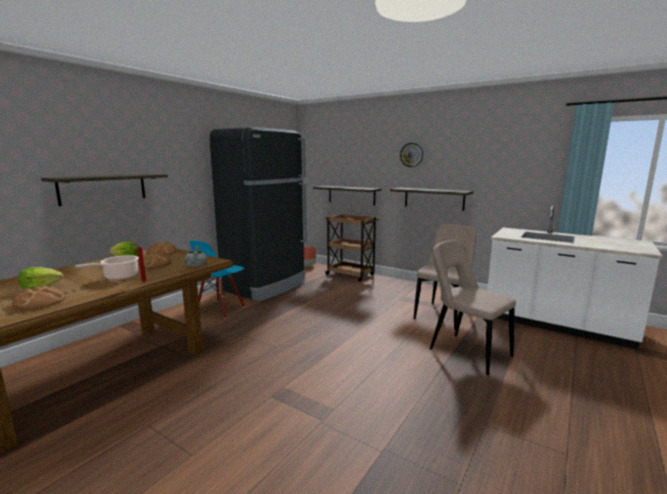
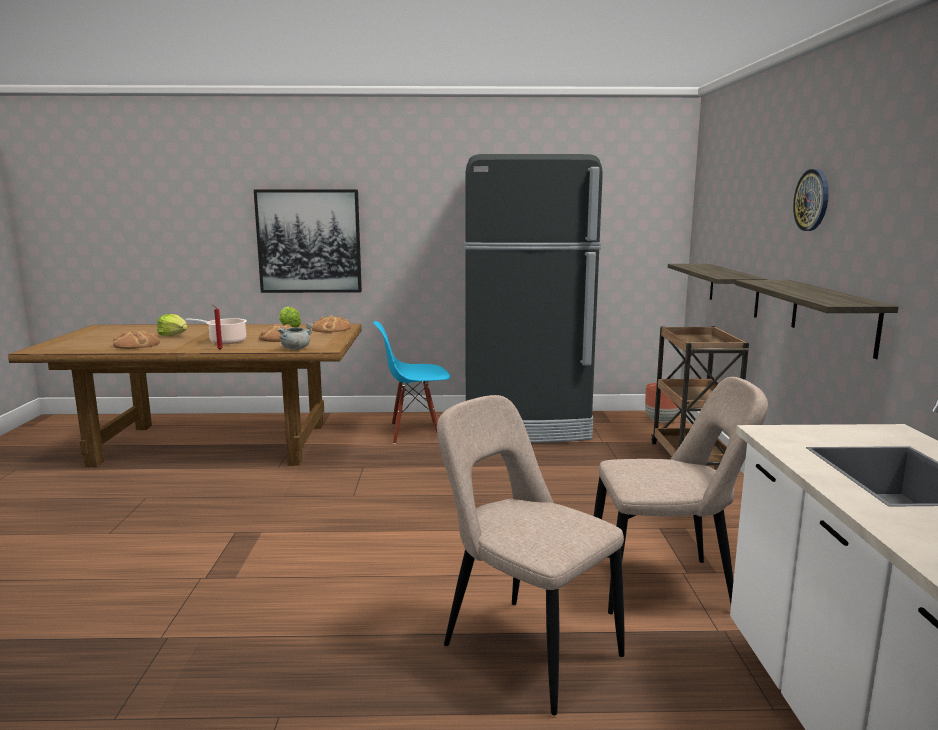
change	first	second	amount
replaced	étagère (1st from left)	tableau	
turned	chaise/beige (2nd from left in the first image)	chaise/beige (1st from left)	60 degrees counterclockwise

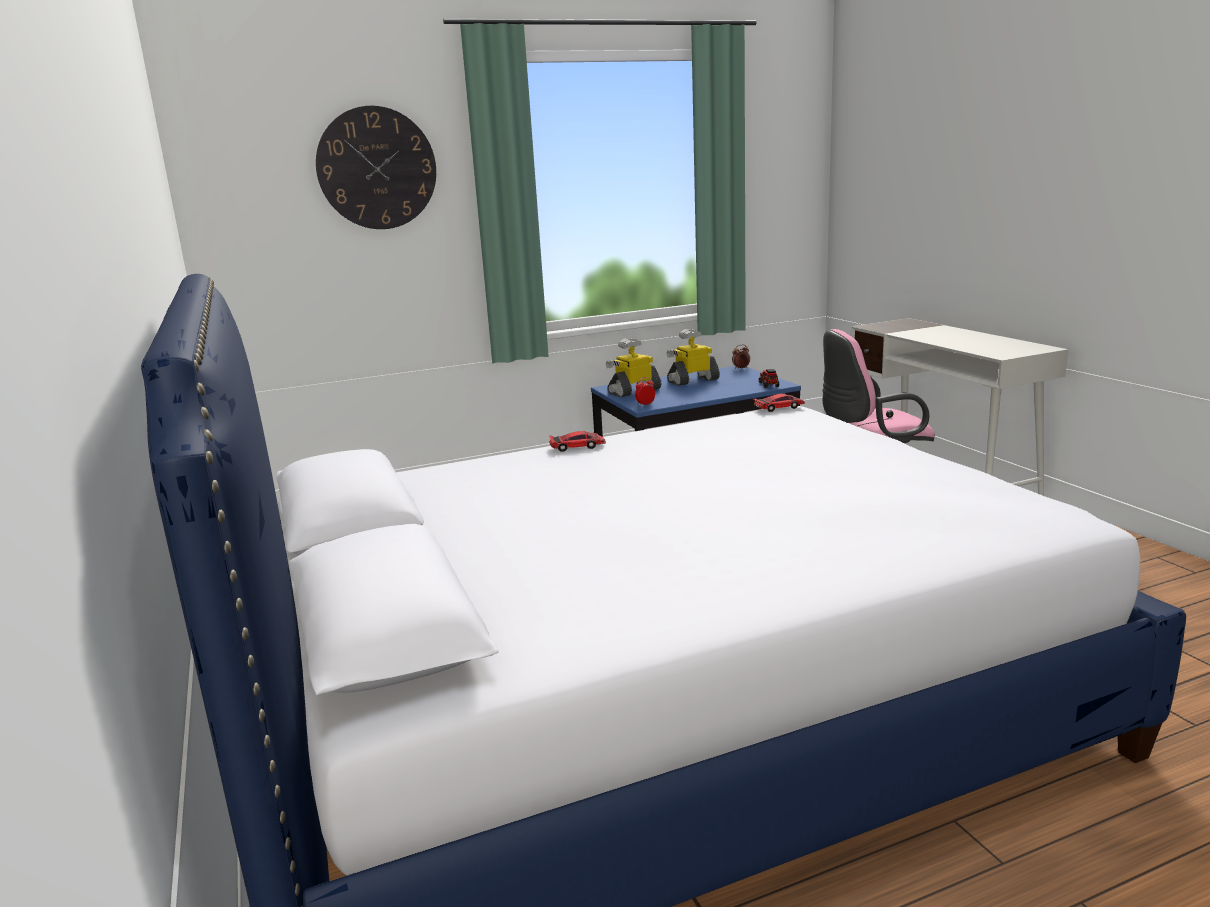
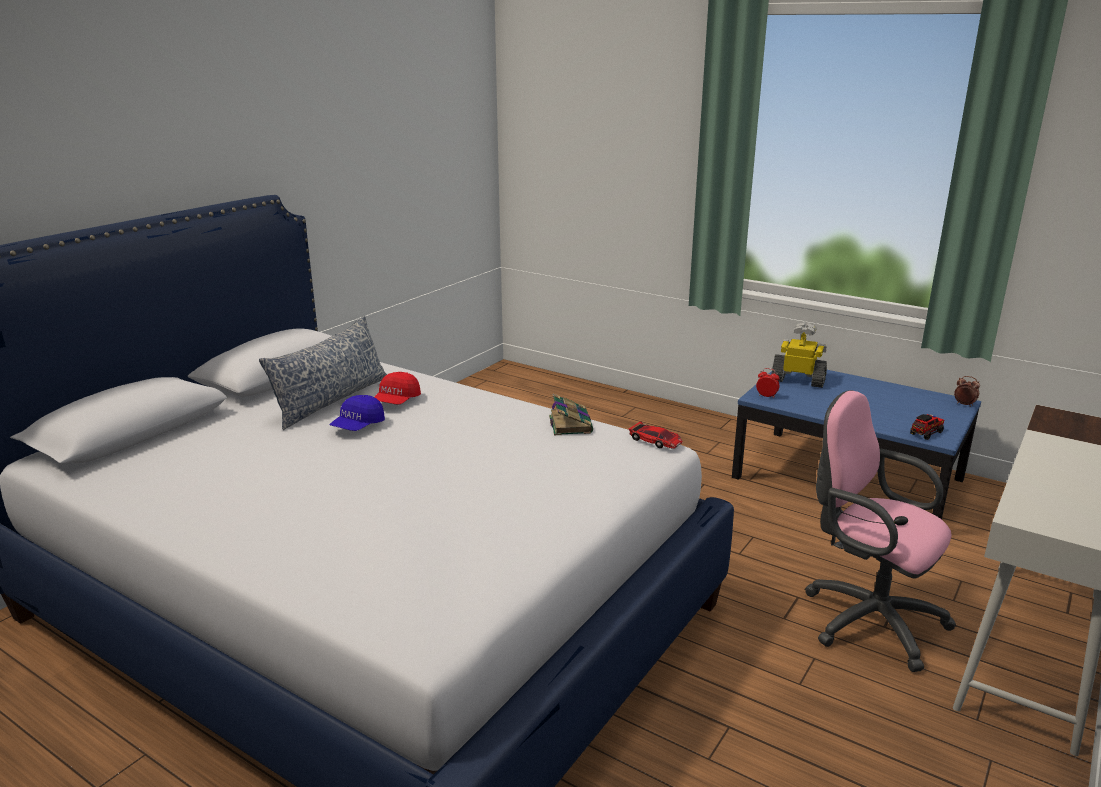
change	first	second	amount
removed	horloge murale		
removed	petite voiture (1st from left)		
removed	robot jouet (2nd from left)		
added		coussin	
added		casquette/bleu	
added		casquette/rouge	
added		livre	

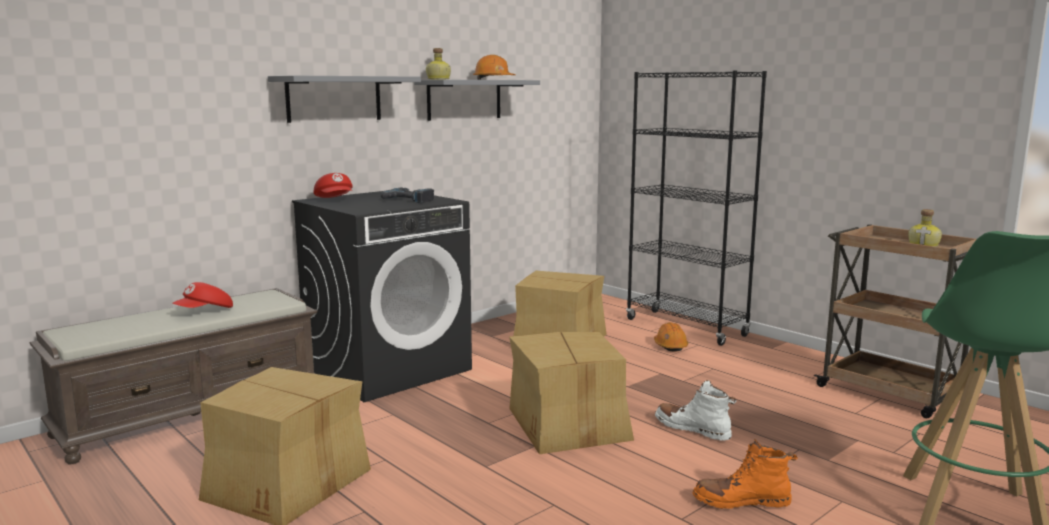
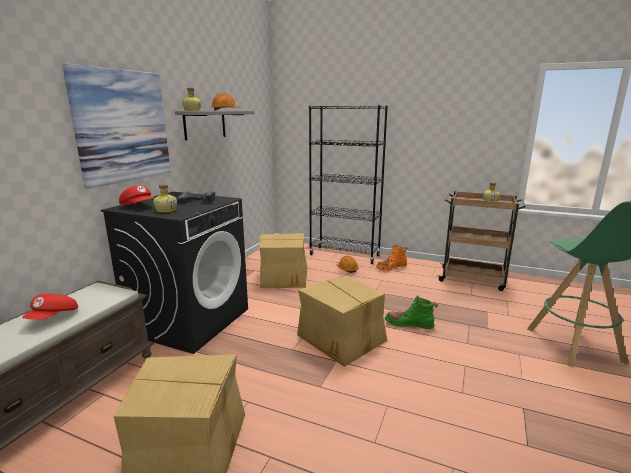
change	first	second	amount
added		bouteille (1st from left)	
moved	botte/orange		
replaced	étagère/gris (1st from left)	tableau	
recoloured	botte/blanc	botte/vert	

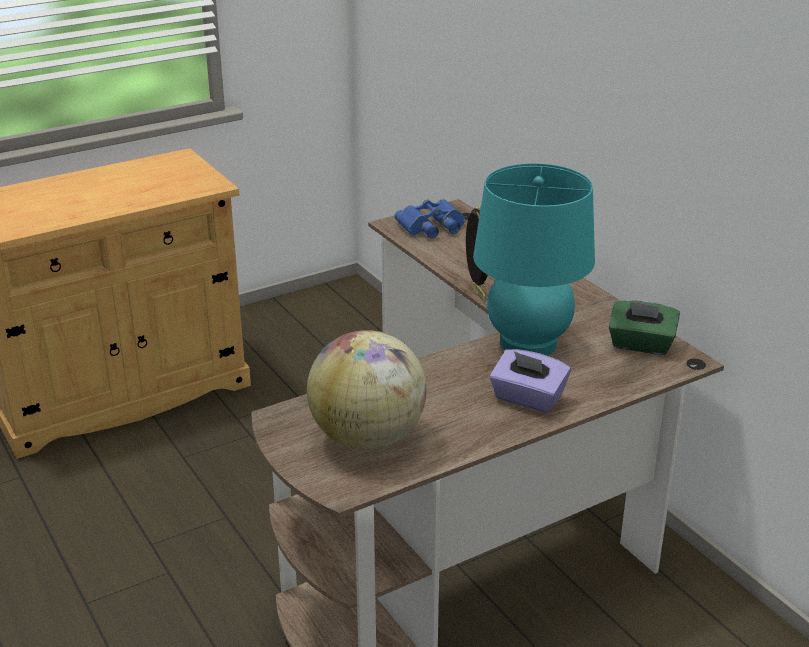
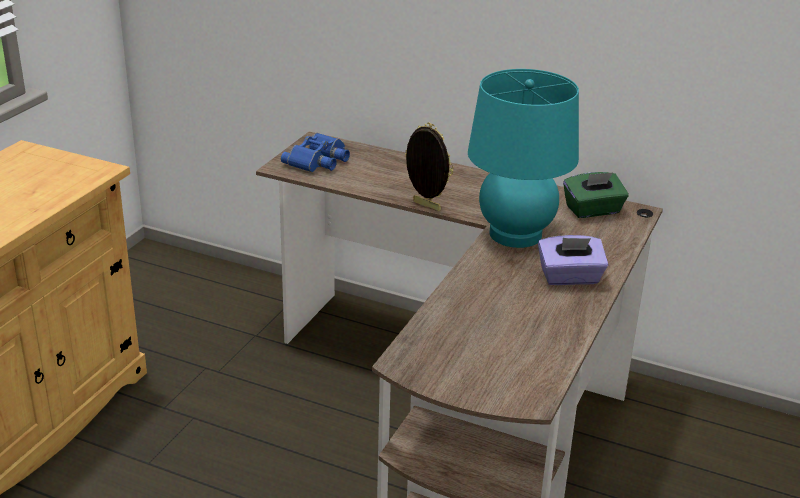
change	first	second	amount
removed	globe		

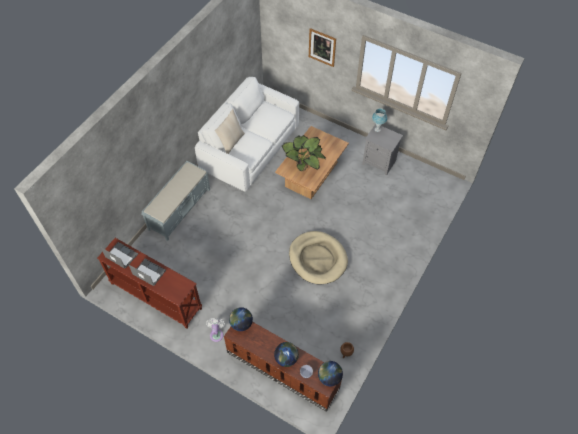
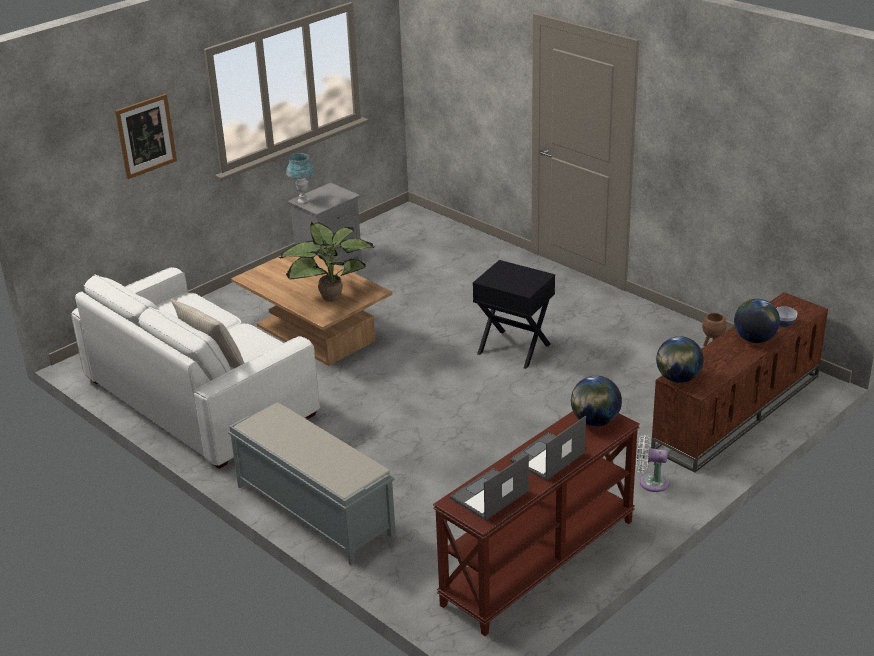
change	first	second	amount
moved	globe (3rd from left in the first image)	globe (1st from left)	
replaced	panier pour chien/beige	table d'appoint/noir	

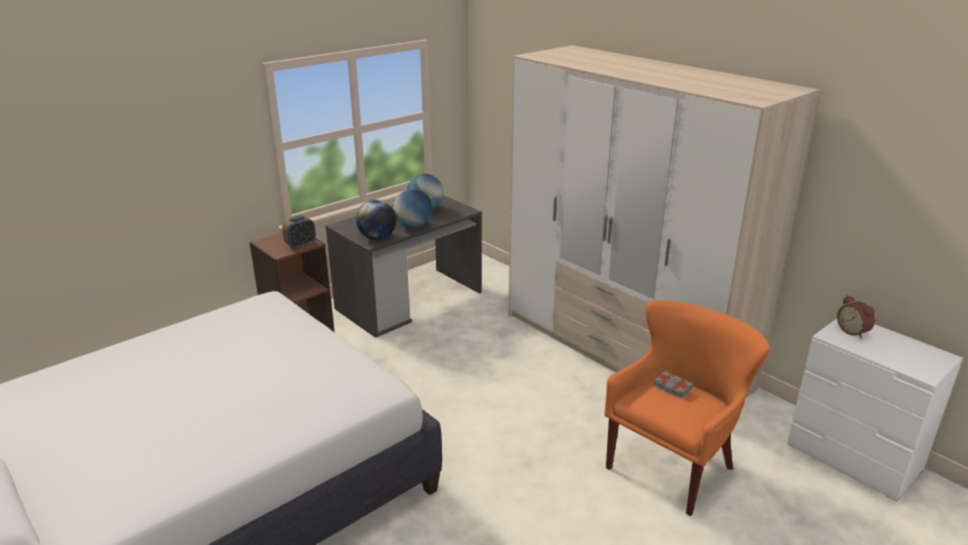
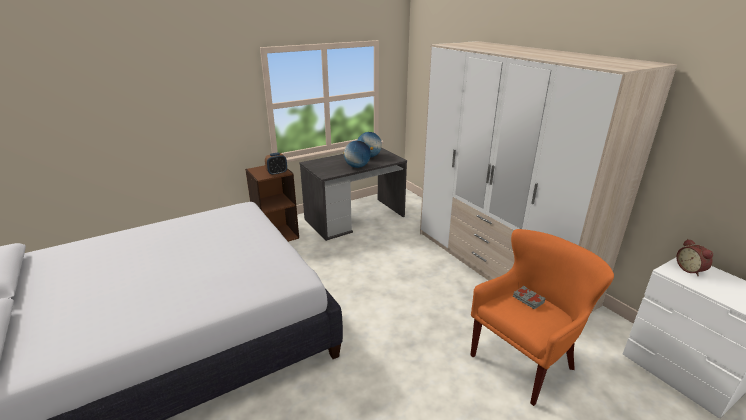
change	first	second	amount
removed	globe (1st from left)		

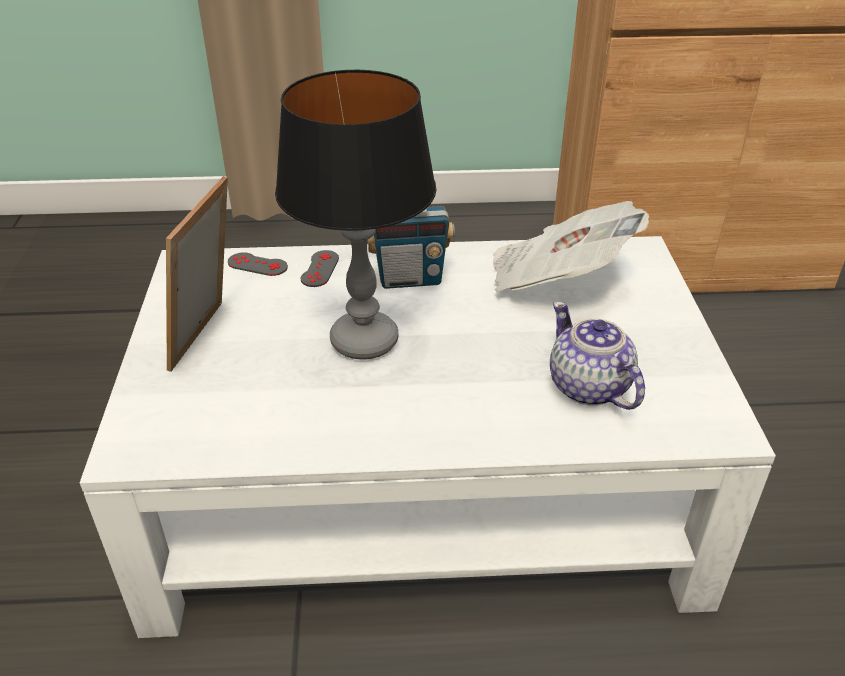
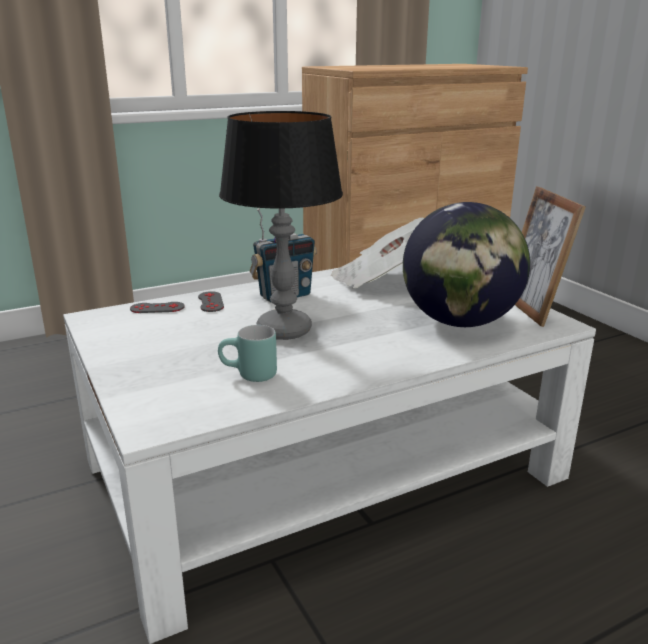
change	first	second	amount
added		mug/turquoise	
moved	cadre photo		
replaced	théière	globe	

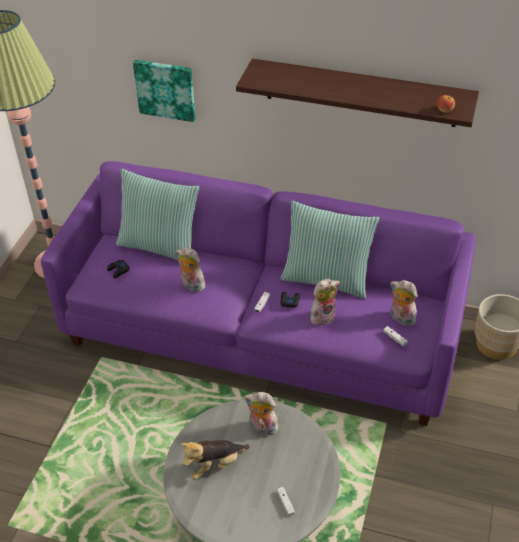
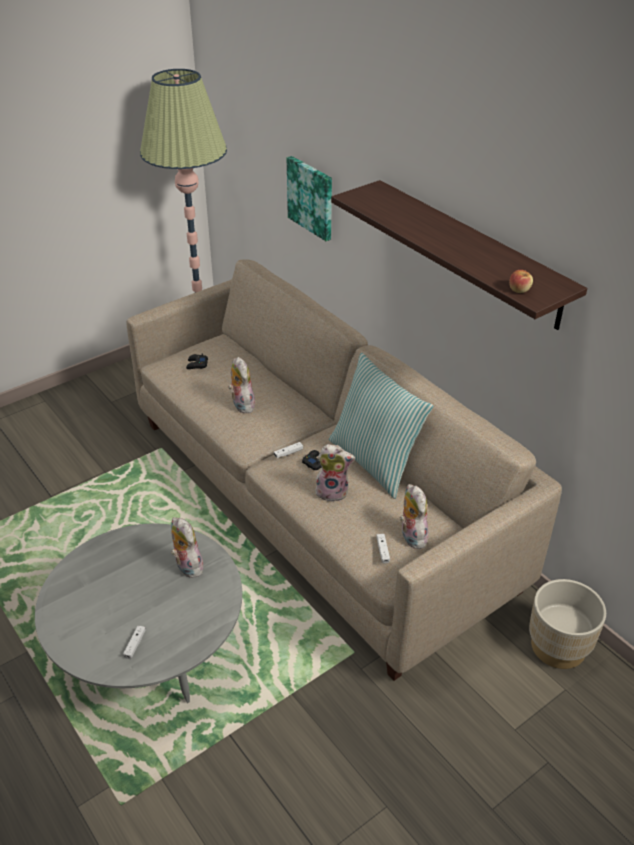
change	first	second	amount
removed	coussin (1st from left)		
removed	peluche (2nd from left)		
recoloured	canapé/violet	canapé/beige	

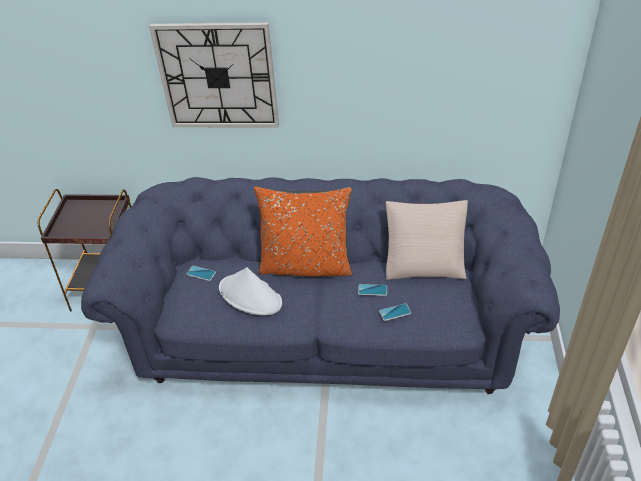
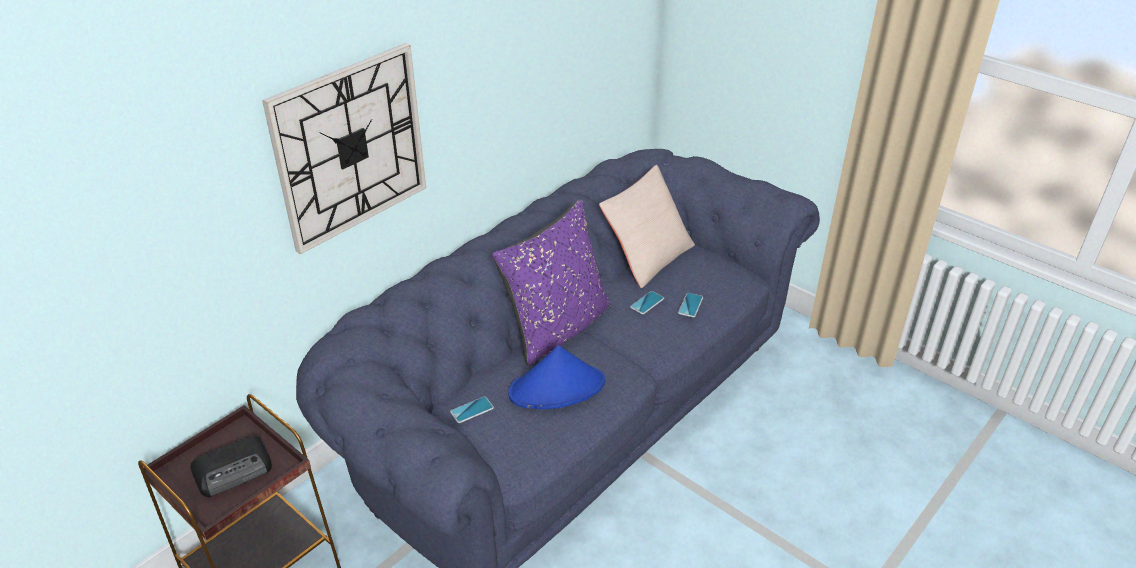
change	first	second	amount
added		radio	
recoloured	chapeau/blanc	chapeau/bleu	
recoloured	coussin/orange	coussin/violet	

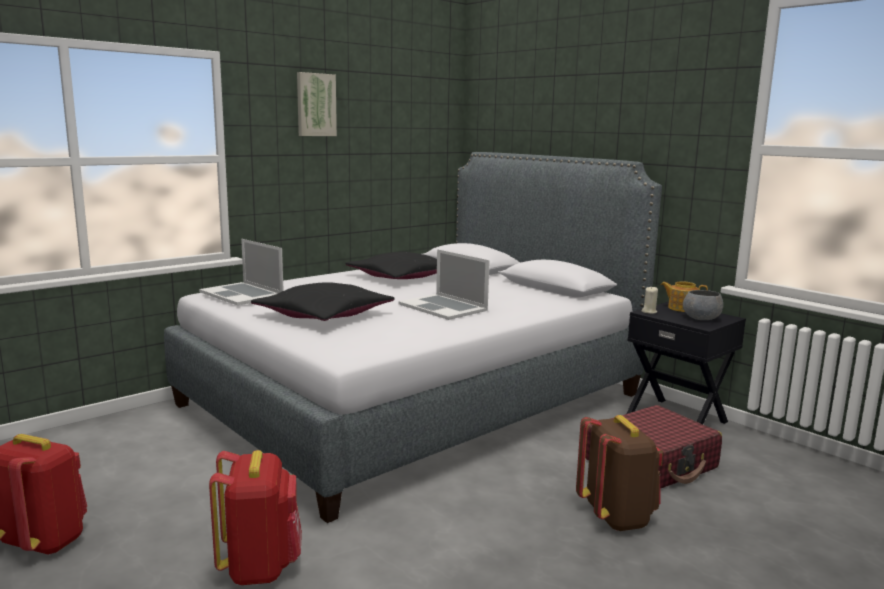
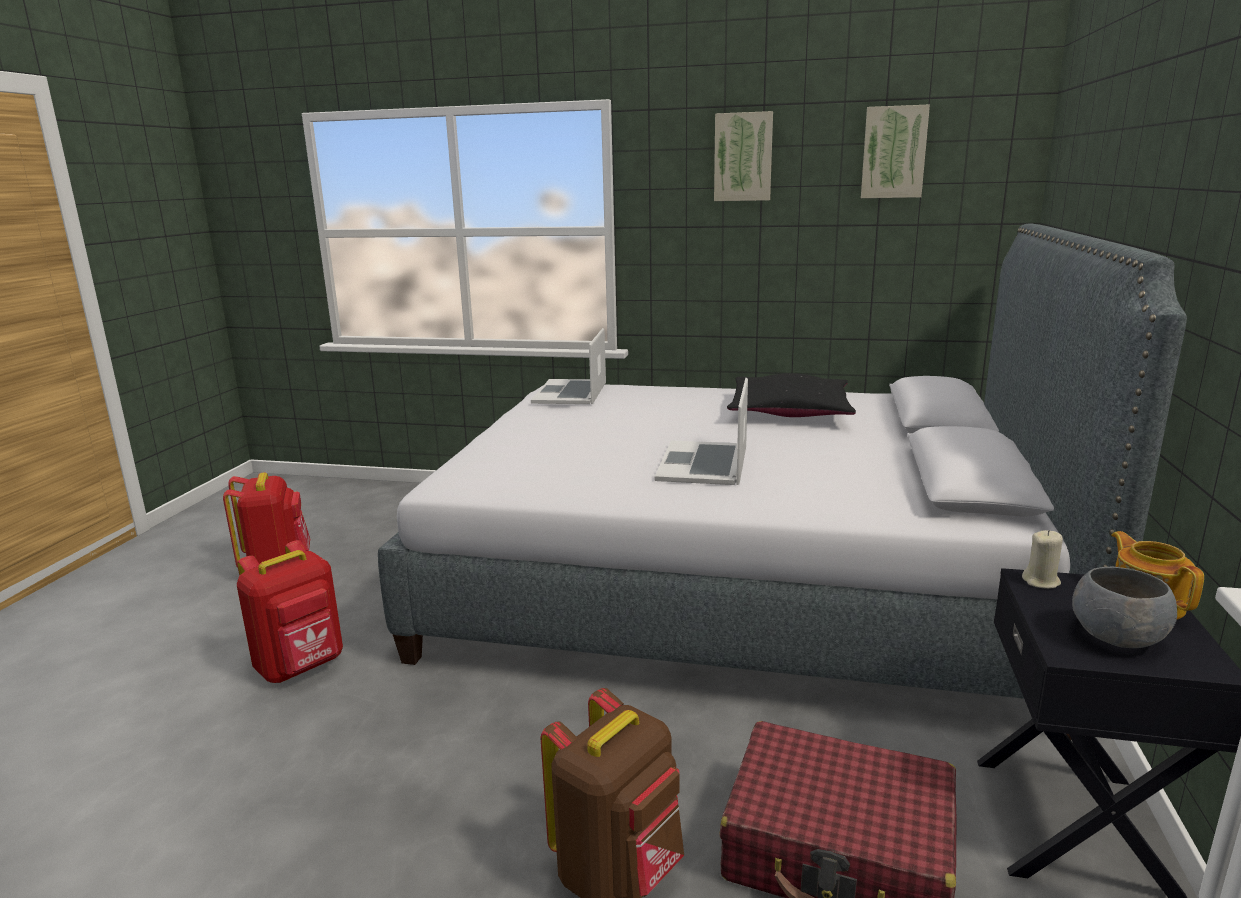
change	first	second	amount
removed	coussin/noir (1st from left)		
added		tableau (2nd from left)	

